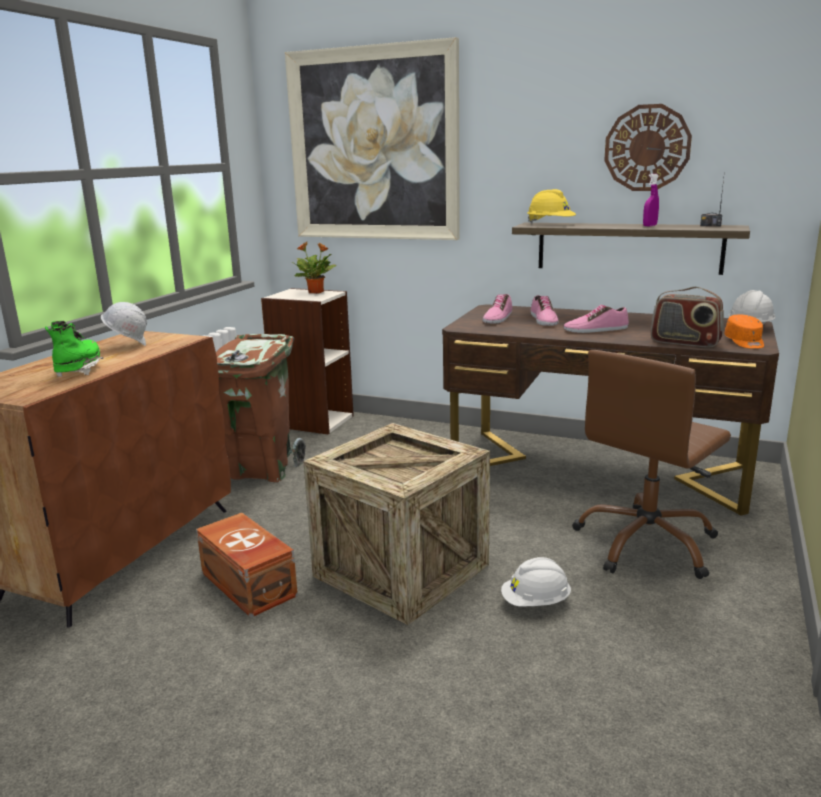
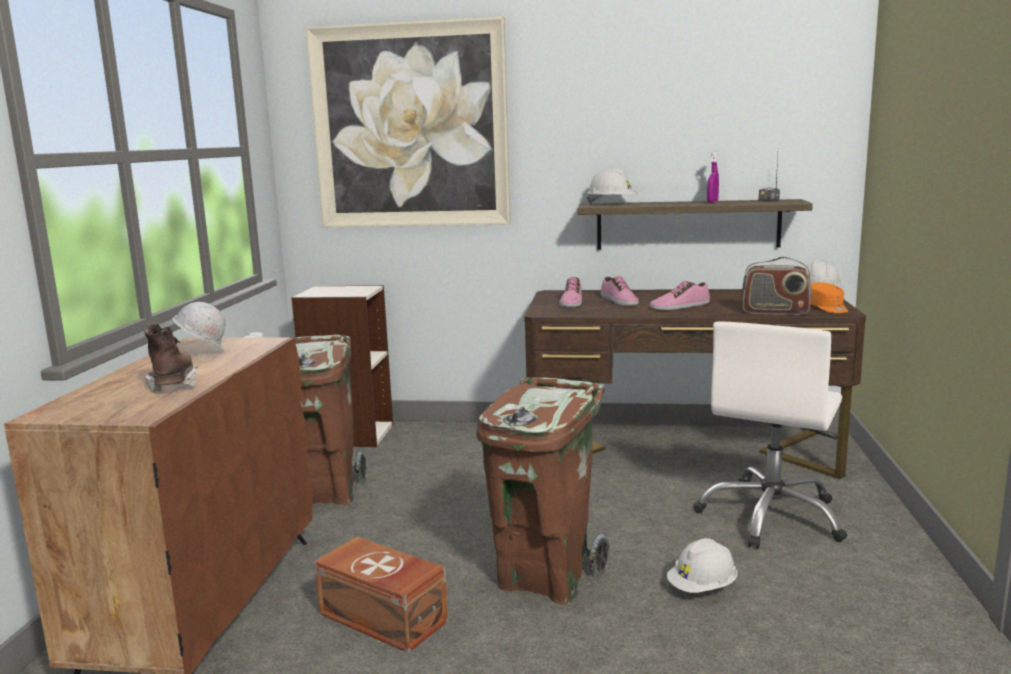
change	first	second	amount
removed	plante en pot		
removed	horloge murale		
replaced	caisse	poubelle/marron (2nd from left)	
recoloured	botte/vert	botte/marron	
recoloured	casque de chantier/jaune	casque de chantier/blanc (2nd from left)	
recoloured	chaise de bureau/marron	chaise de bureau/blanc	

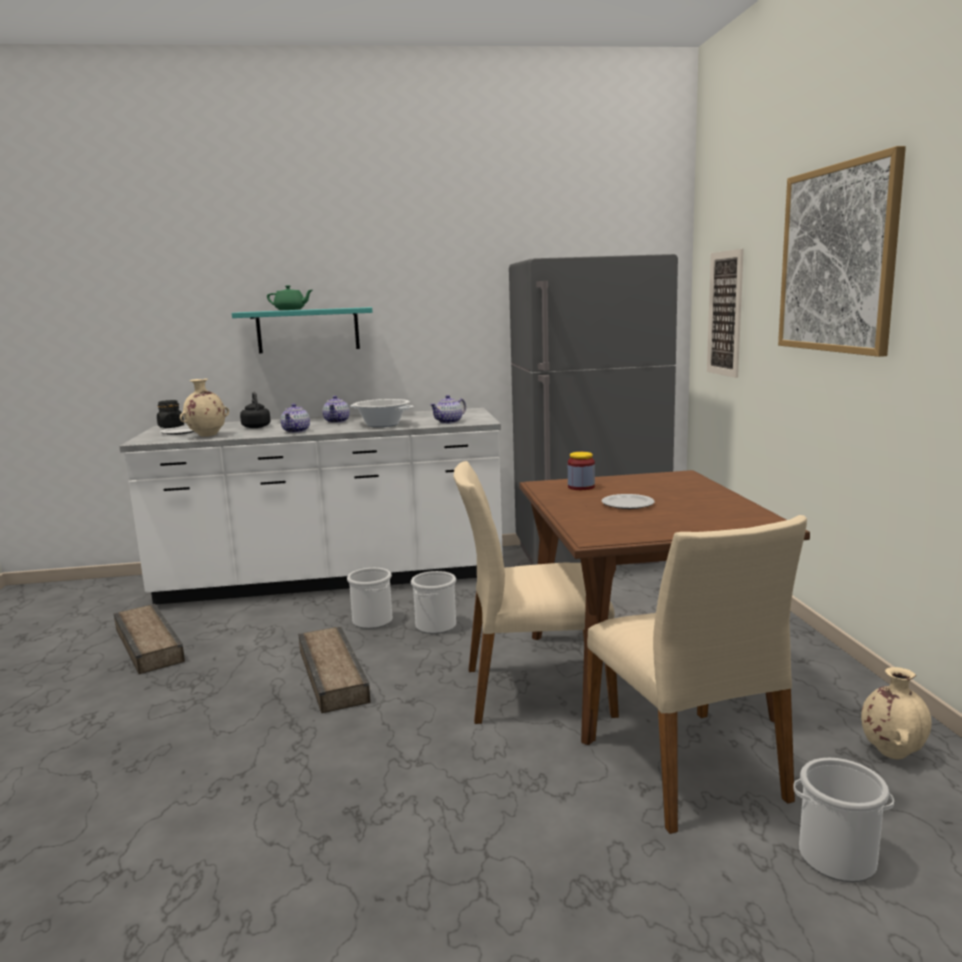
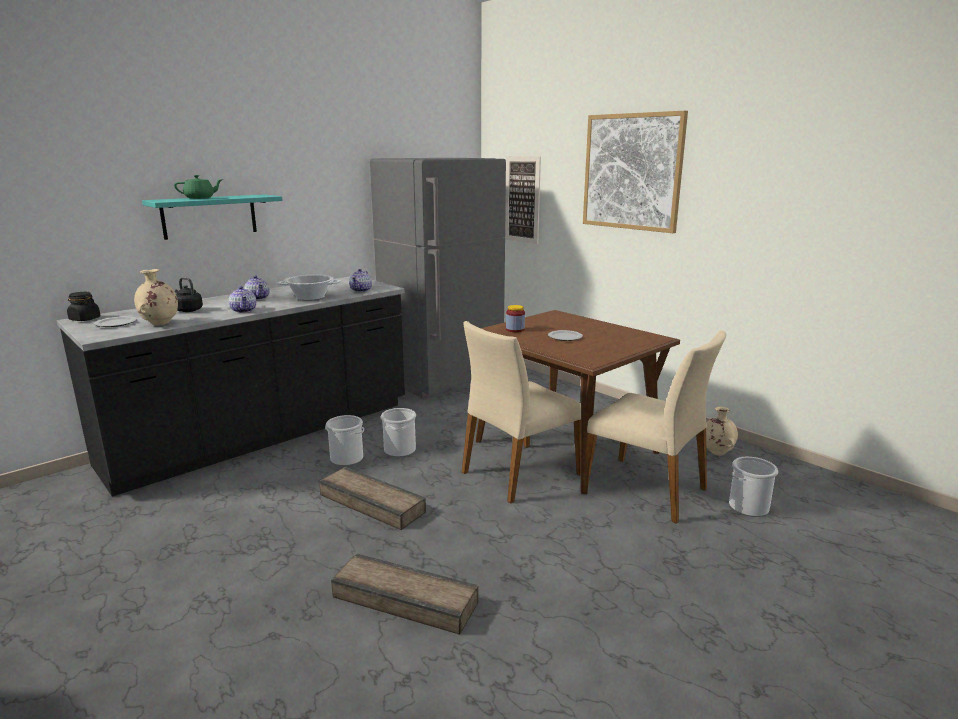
change	first	second	amount
moved	caisse (1st from left in the first image)	caisse (2nd from left)	
recoloured	comptoir de cuisine/blanc	comptoir de cuisine/noir	

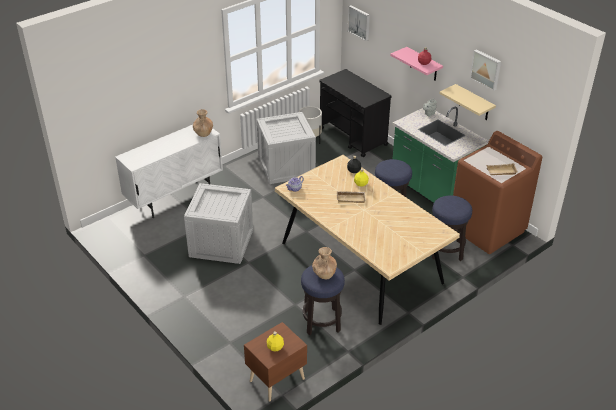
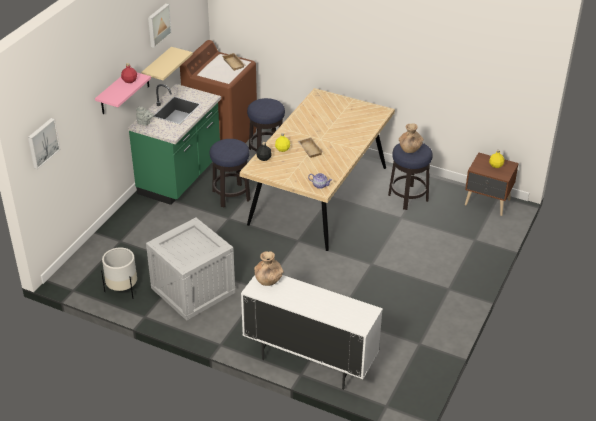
change	first	second	amount
removed	caisse (1st from left)		
removed	chariot/noir		

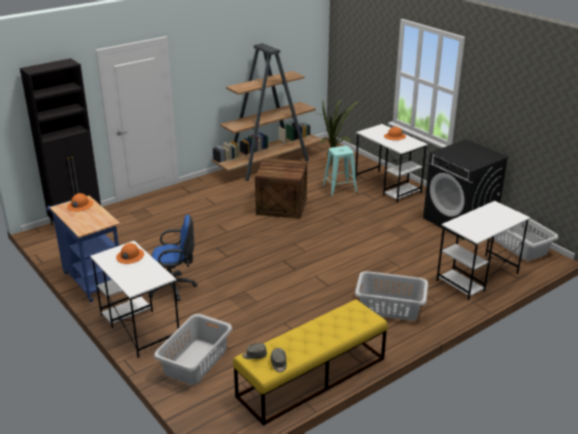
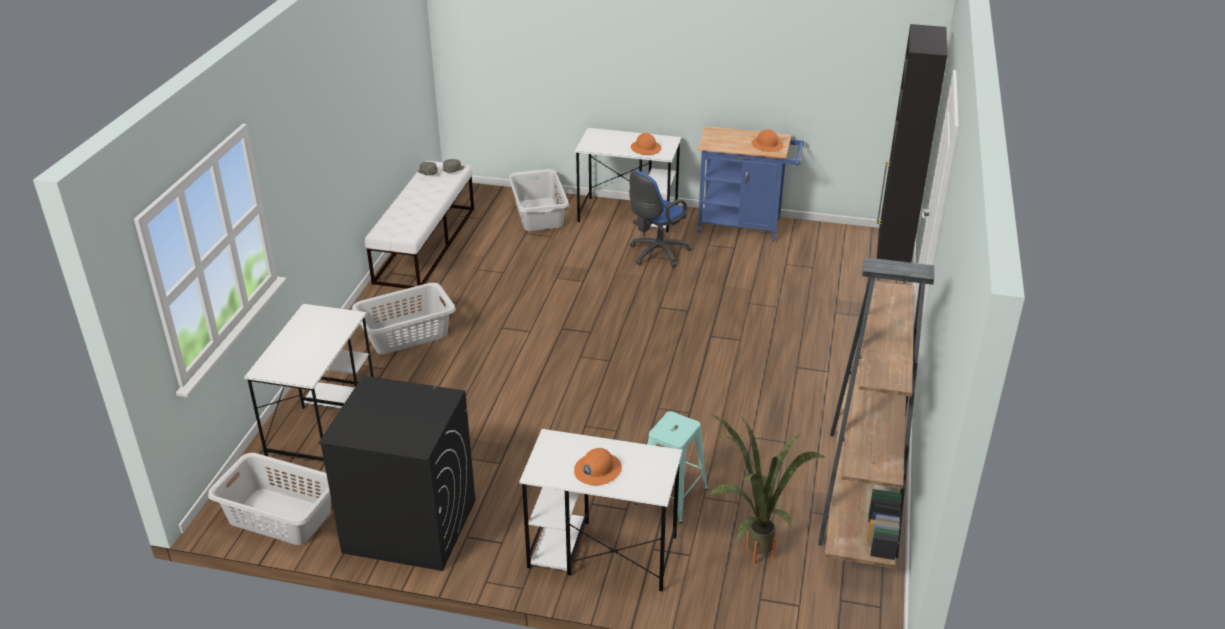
change	first	second	amount
removed	caisse		
recoloured	banc/jaune	banc/blanc	

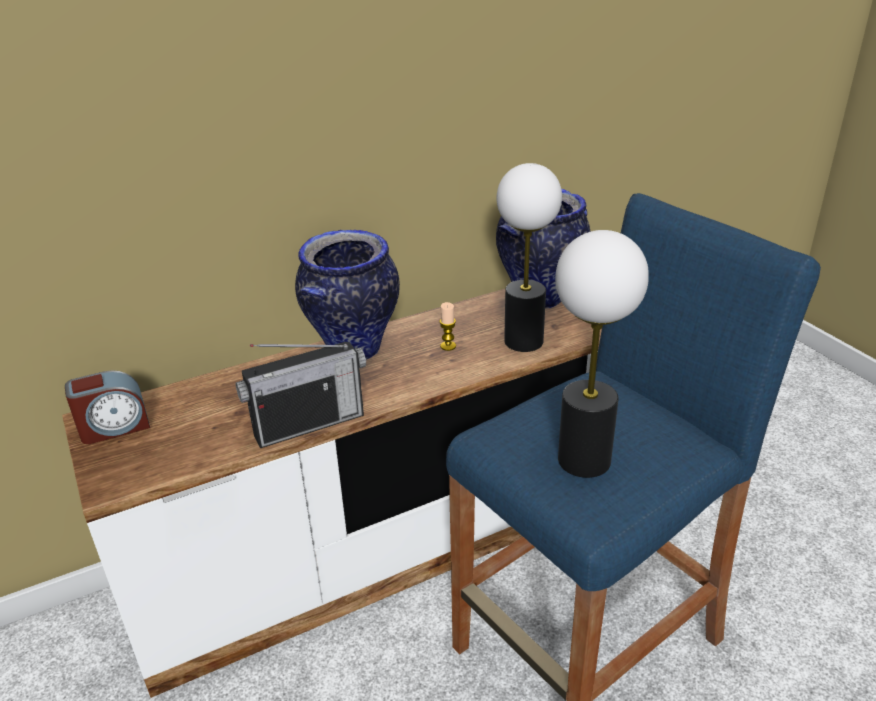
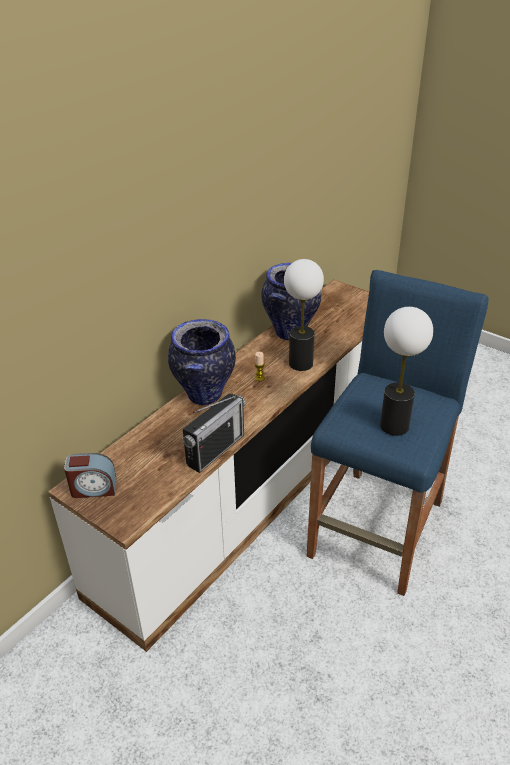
change	first	second	amount
turned	réveil		45 degrees clockwise

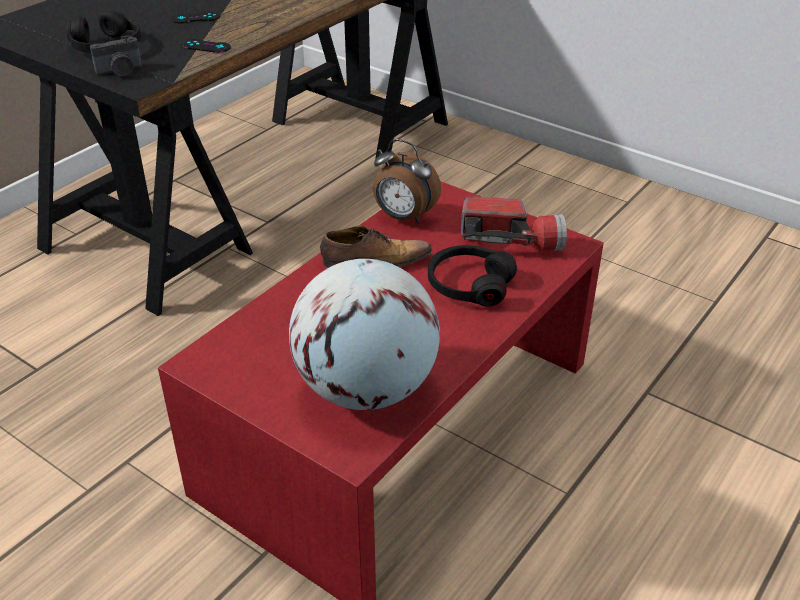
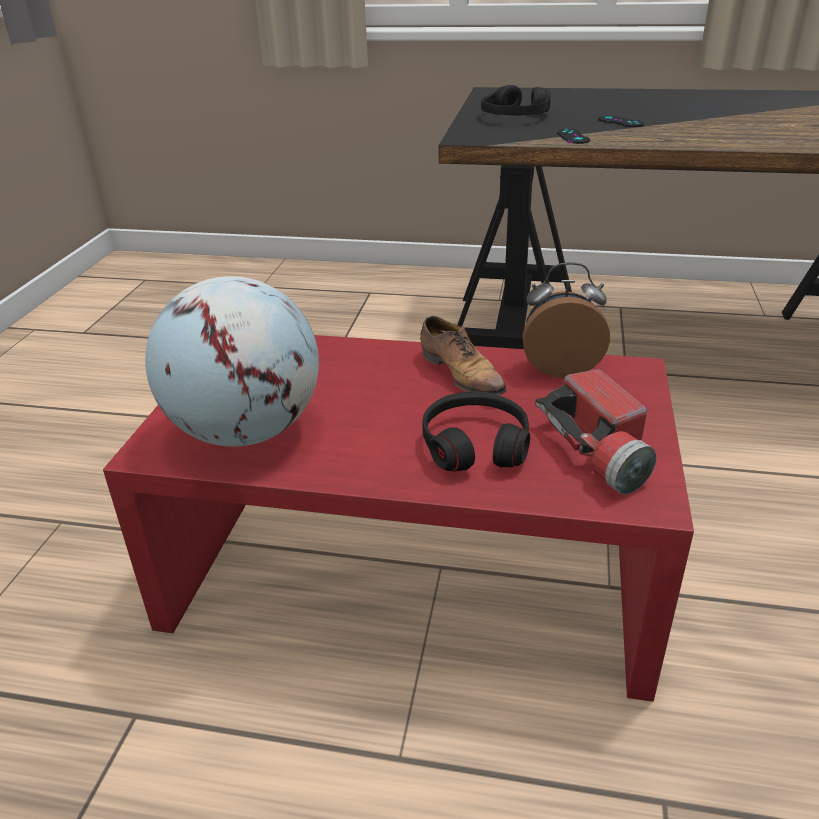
change	first	second	amount
removed	appareil photo		
turned	réveil		90 degrees clockwise

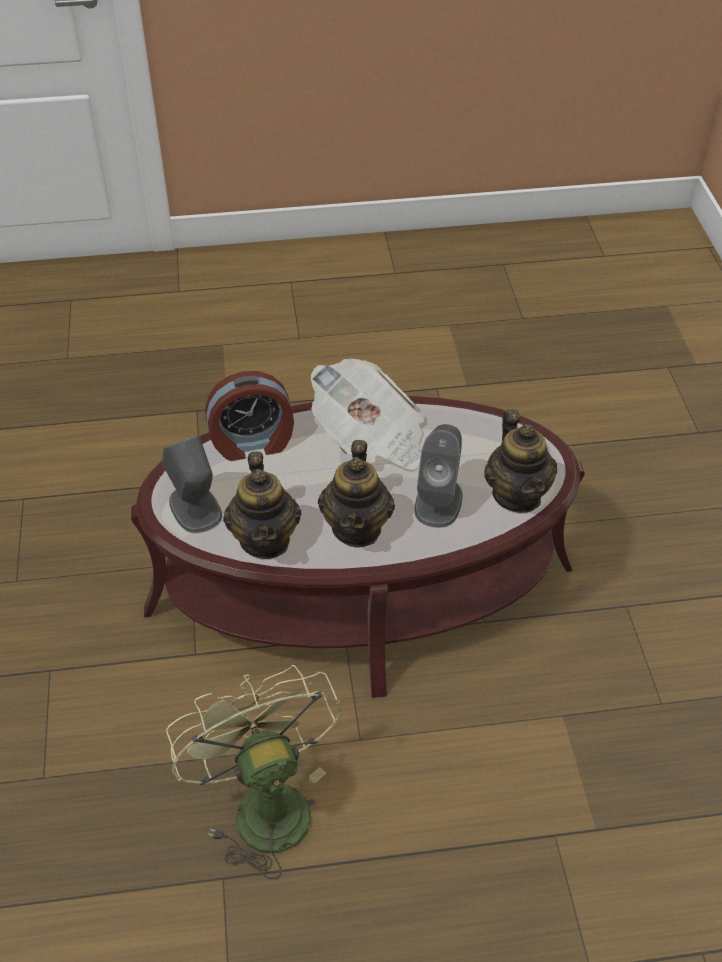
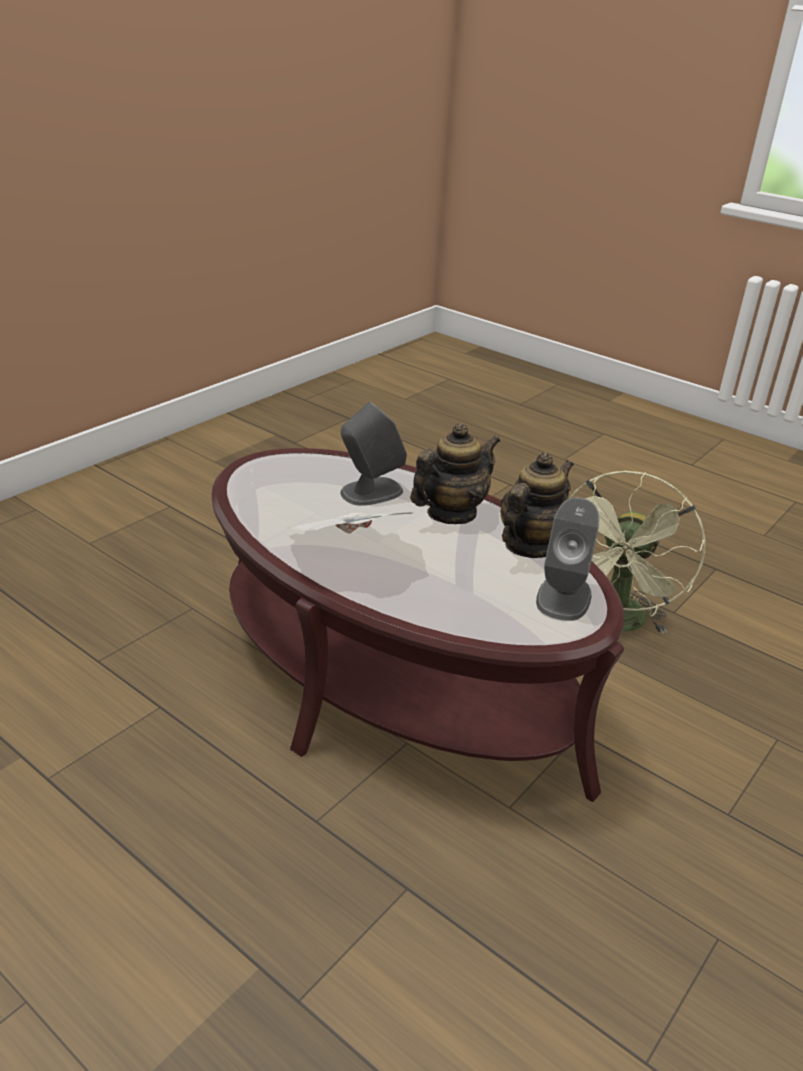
change	first	second	amount
removed	réveil		
removed	théière (3rd from left)		

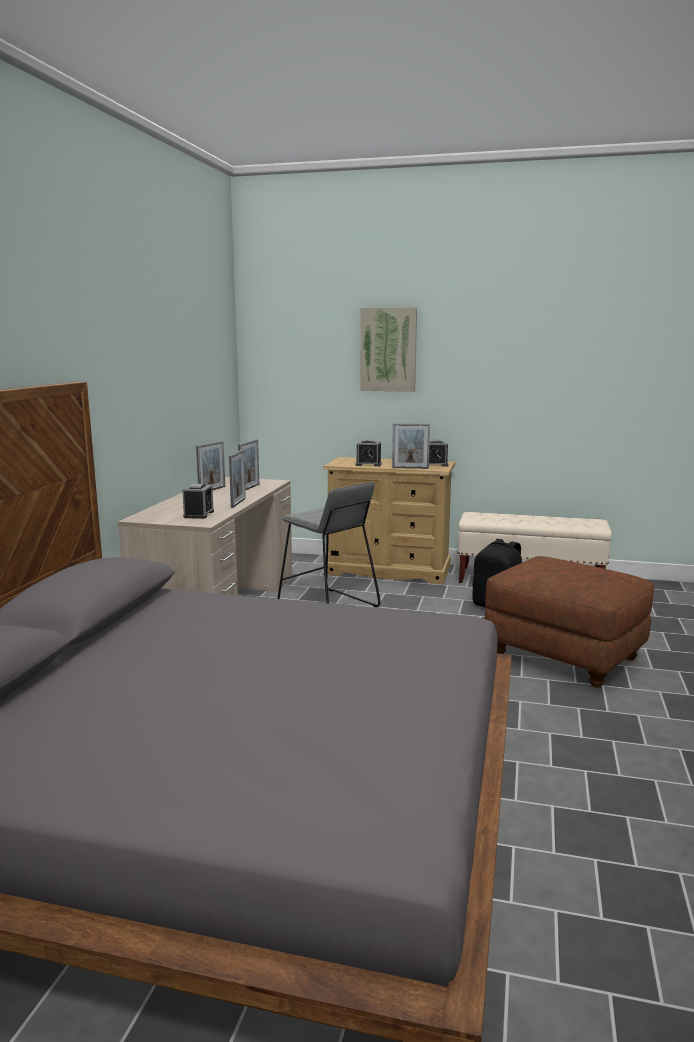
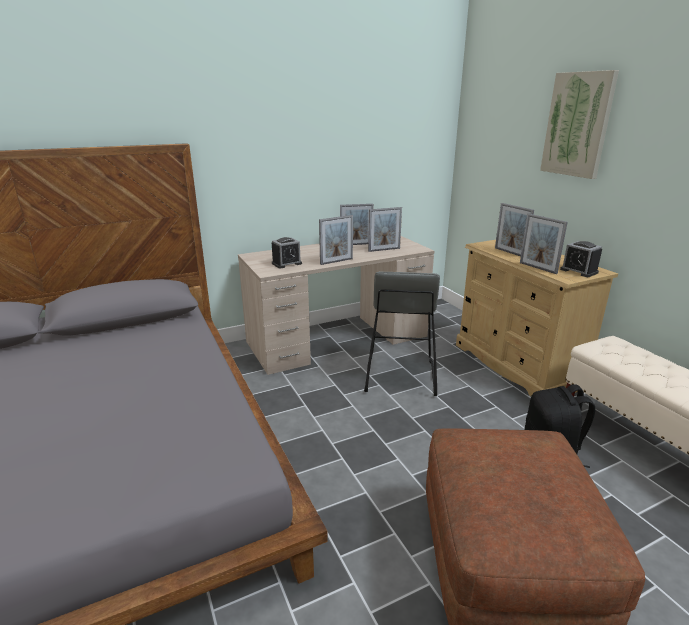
change	first	second	amount
replaced	réveil (2nd from left)	cadre photo (4th from left)	

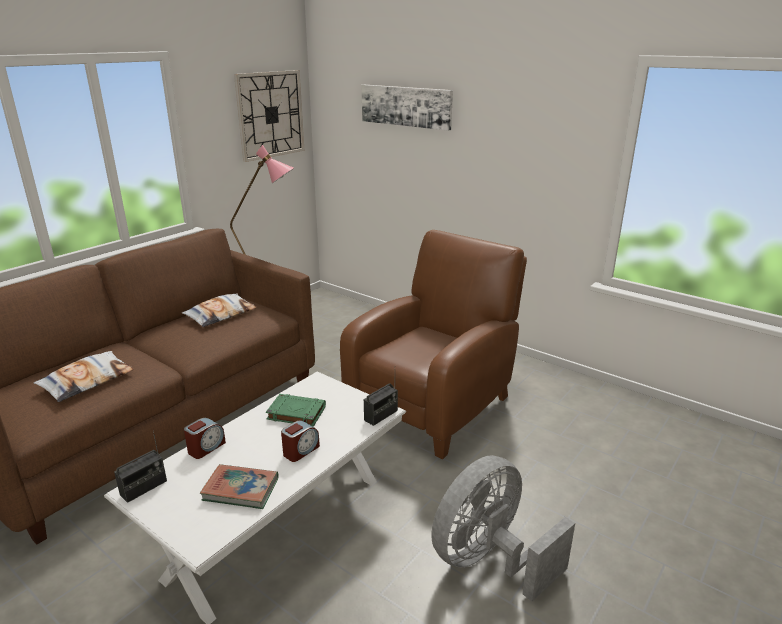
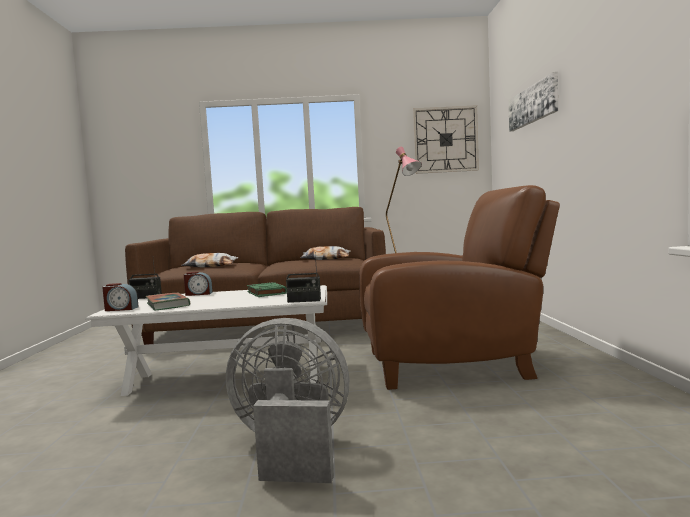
change	first	second	amount
moved	réveil (2nd from left in the first image)	réveil (1st from left)	

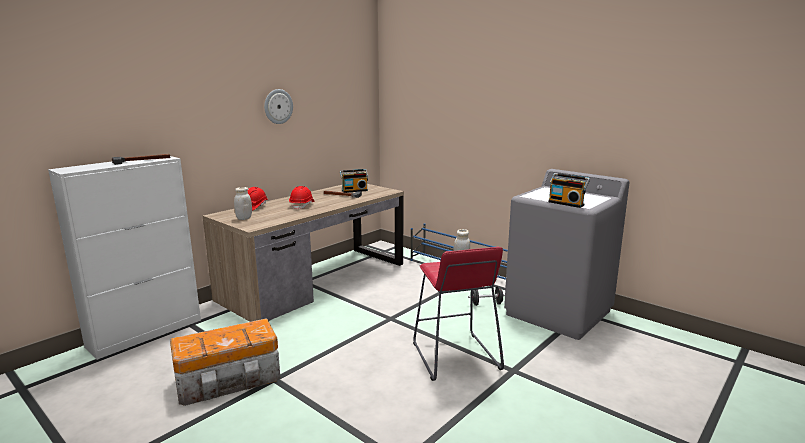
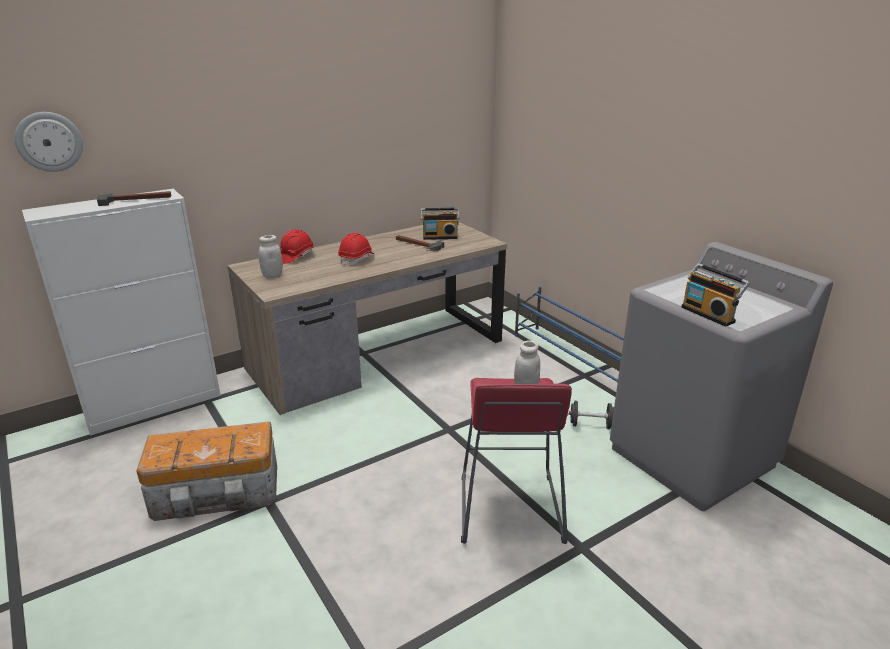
change	first	second	amount
moved	horloge murale		

